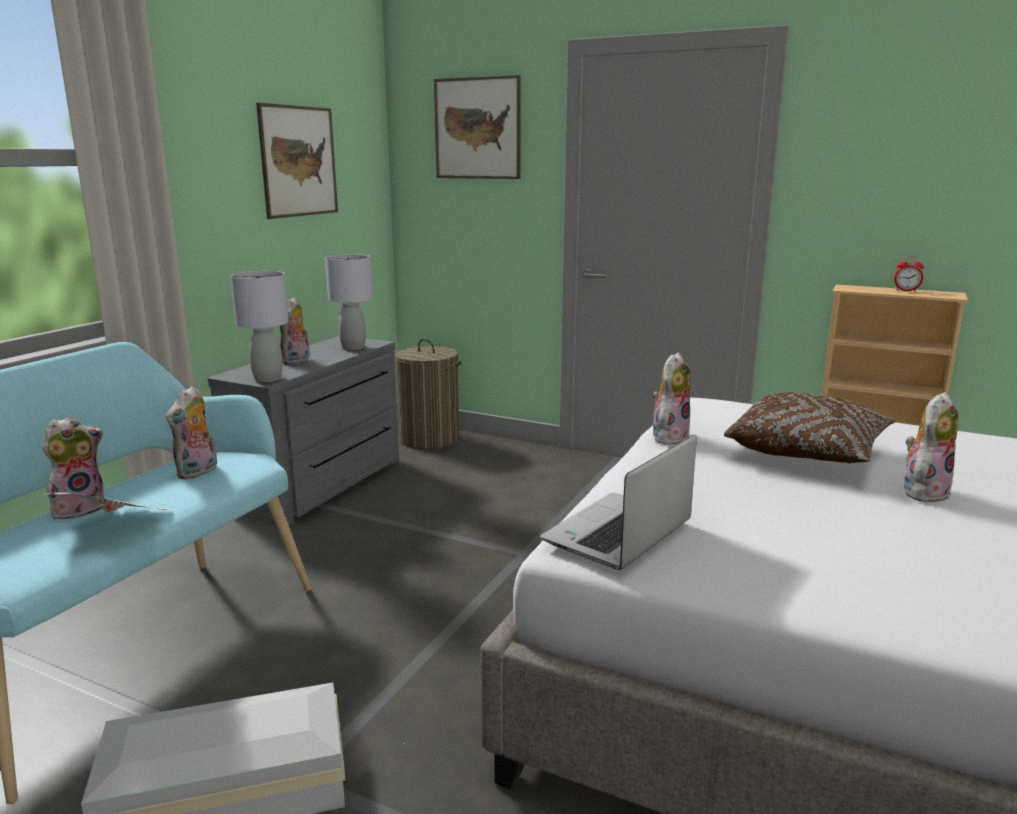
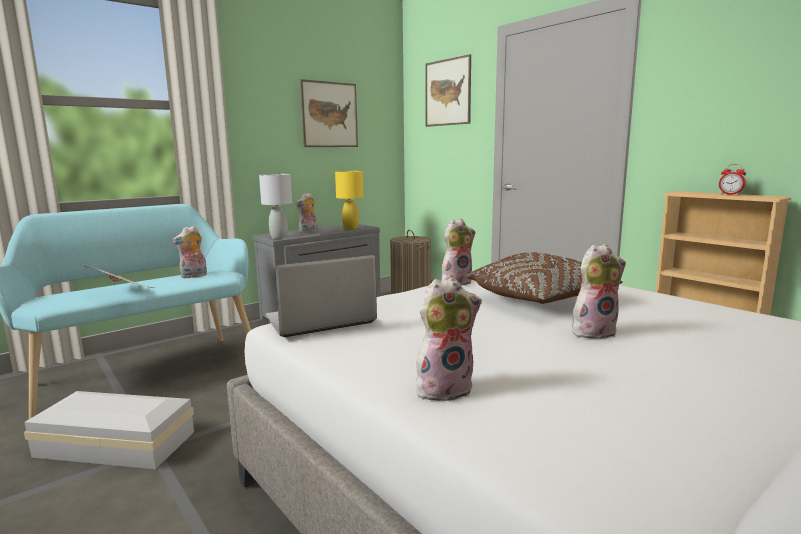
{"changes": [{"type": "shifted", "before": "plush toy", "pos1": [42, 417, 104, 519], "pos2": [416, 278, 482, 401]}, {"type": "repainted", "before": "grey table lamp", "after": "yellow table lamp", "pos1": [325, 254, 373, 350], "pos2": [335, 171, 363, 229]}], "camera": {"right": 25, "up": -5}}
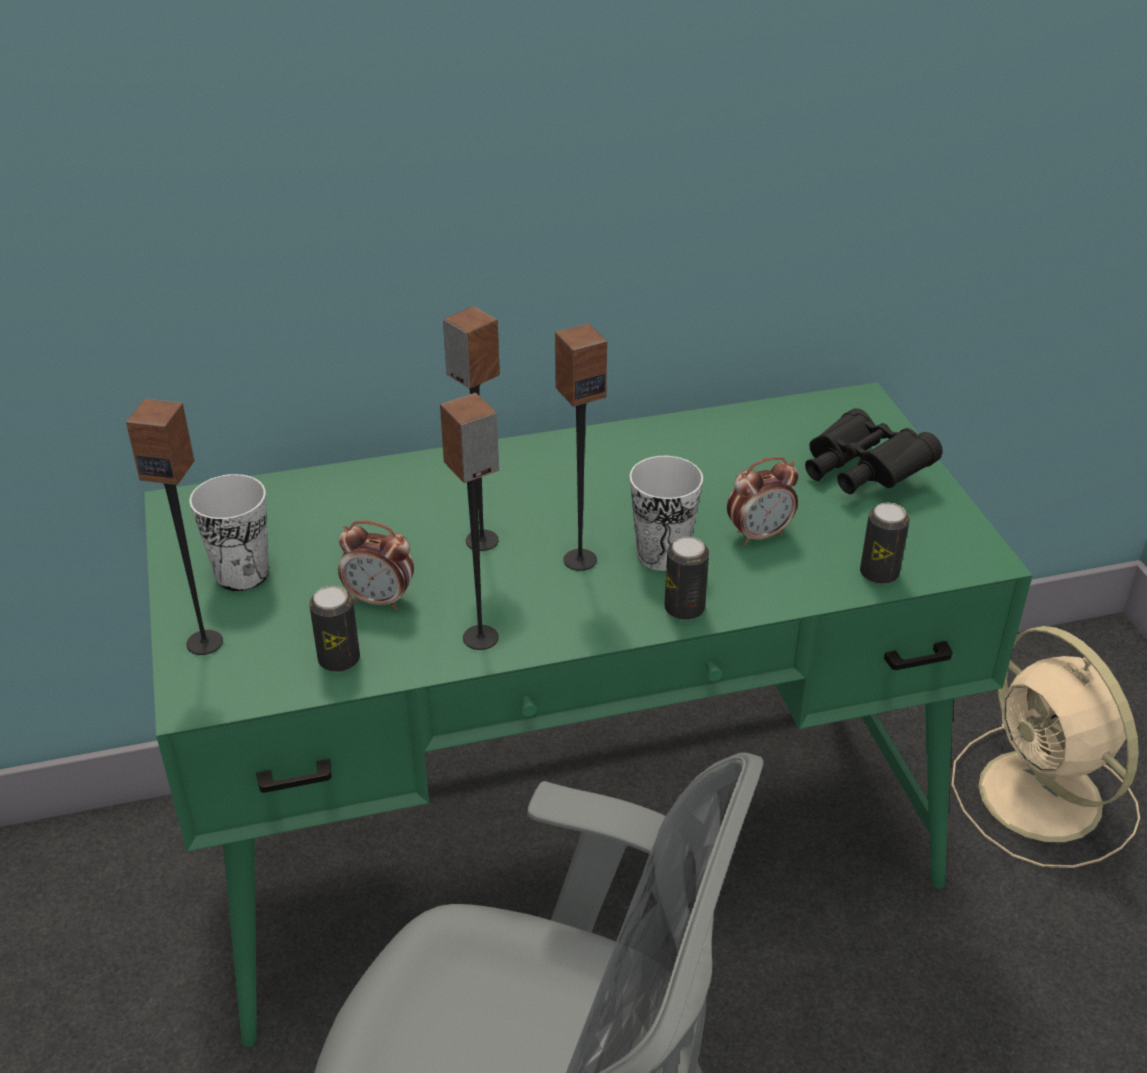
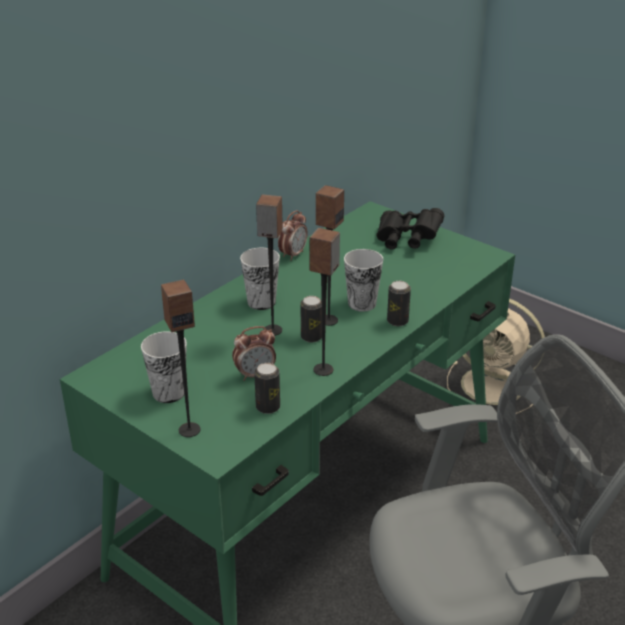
{"changes": [{"type": "shifted", "before": "alarm clock", "pos1": [727, 457, 799, 545], "pos2": [278, 210, 308, 261]}, {"type": "shifted", "before": "can", "pos1": [860, 503, 910, 584], "pos2": [301, 296, 322, 343]}, {"type": "new", "after": "cup", "pos2": [240, 248, 280, 310]}], "camera": {"right": -35, "up": -5}}
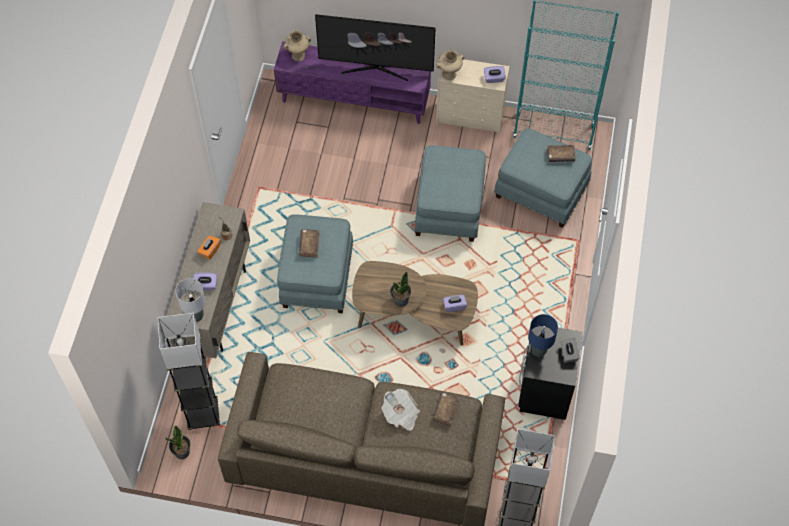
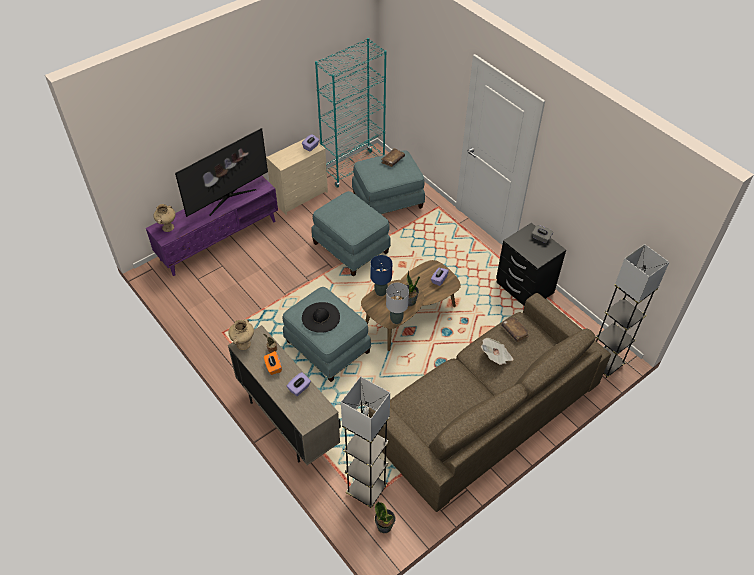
{"changes": [{"type": "shifted", "before": "grey table lamp", "pos1": [175, 278, 206, 322], "pos2": [386, 283, 409, 324]}, {"type": "swapped", "before": "brown book", "after": "black hat", "pos1": [299, 229, 319, 258], "pos2": [302, 302, 340, 333]}, {"type": "shifted", "before": "beige vase", "pos1": [436, 50, 464, 80], "pos2": [229, 319, 254, 350]}, {"type": "shifted", "before": "blue table lamp", "pos1": [528, 314, 558, 357], "pos2": [370, 255, 392, 296]}], "camera": {"right": -50, "up": -10}}
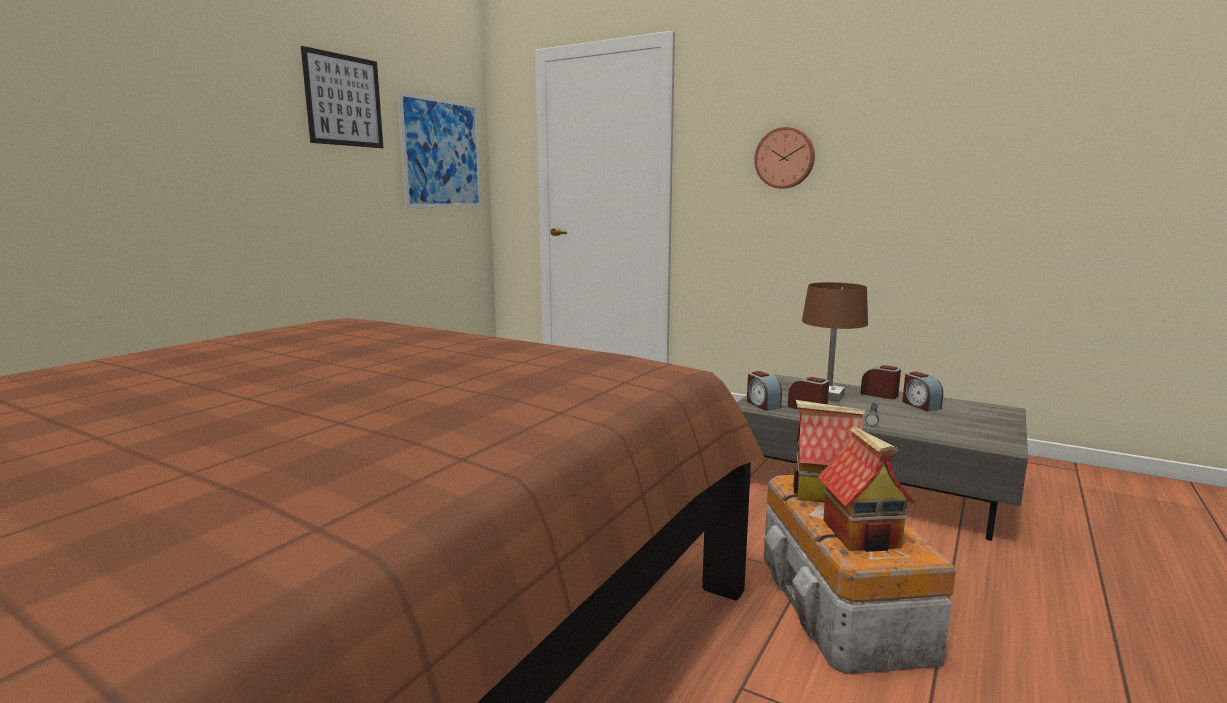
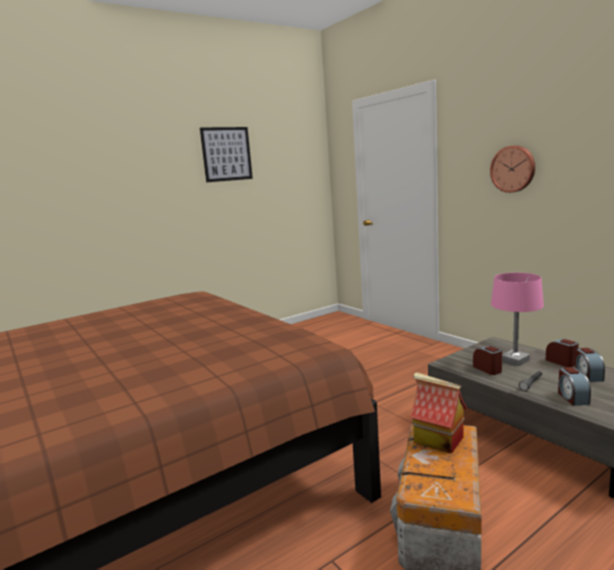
{"changes": [{"type": "gone", "before": "picture", "pos1": [397, 91, 482, 208]}, {"type": "shifted", "before": "alarm clock", "pos1": [747, 371, 782, 411], "pos2": [558, 367, 591, 406]}, {"type": "repainted", "before": "brown table lamp", "after": "pink table lamp", "pos1": [802, 282, 868, 402], "pos2": [491, 273, 544, 366]}, {"type": "gone", "before": "toy house", "pos1": [818, 426, 916, 552]}], "camera": {"right": 25, "up": 0}}
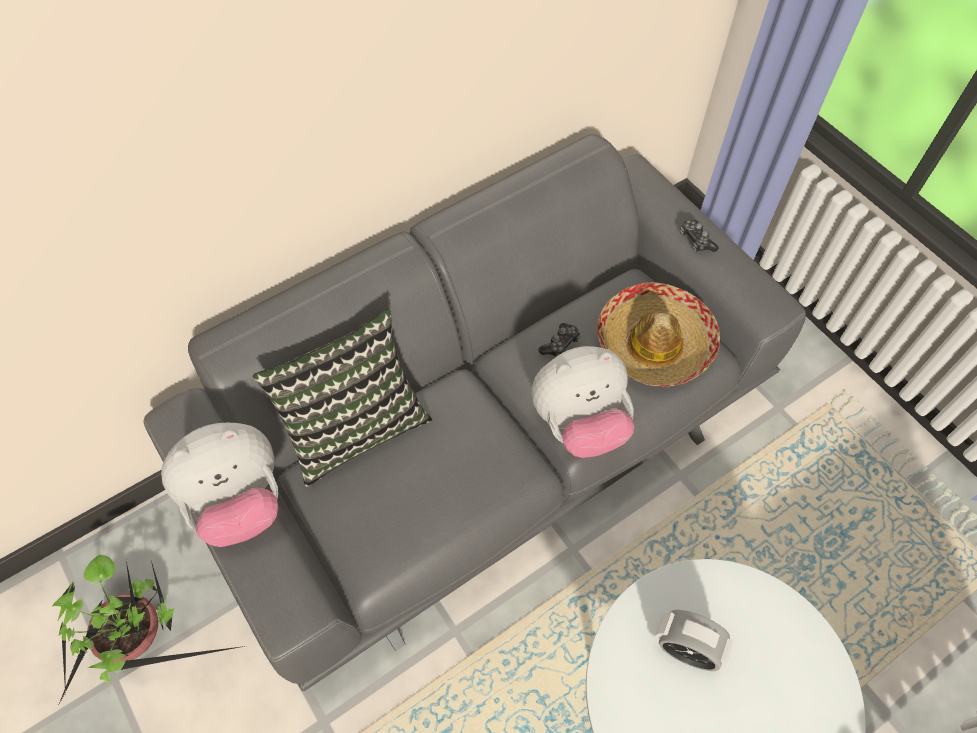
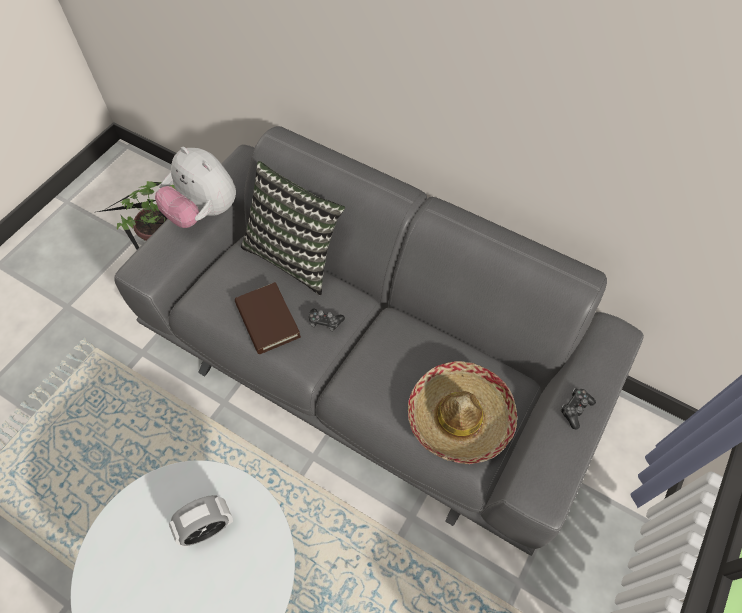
{"changes": [{"type": "gone", "before": "plush toy", "pos1": [532, 346, 634, 458]}, {"type": "shifted", "before": "game controller", "pos1": [538, 323, 581, 356], "pos2": [309, 309, 345, 331]}, {"type": "rotated", "before": "alarm clock", "pos1": [654, 610, 733, 673], "pos2": [169, 495, 233, 547], "turn": -120}, {"type": "new", "after": "brown book", "pos2": [235, 282, 301, 354]}], "camera": {"right": 65, "up": 0}}
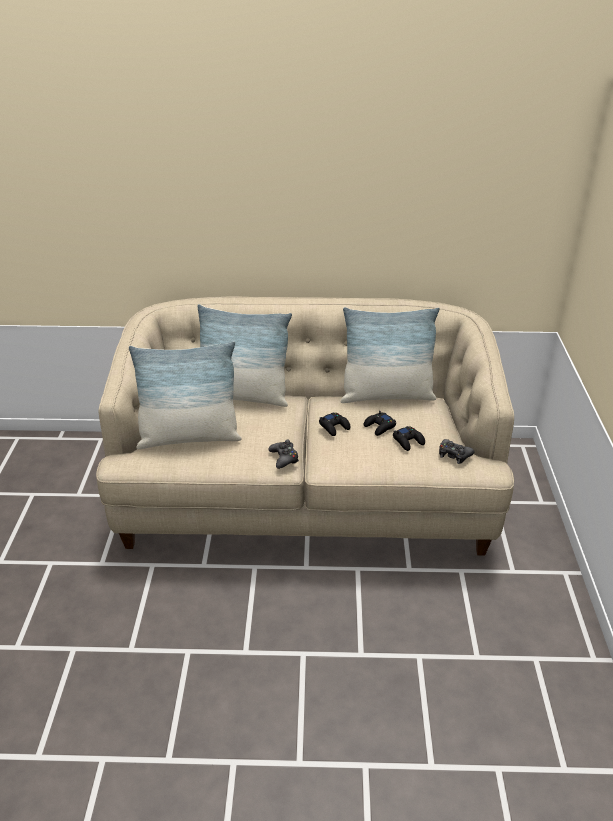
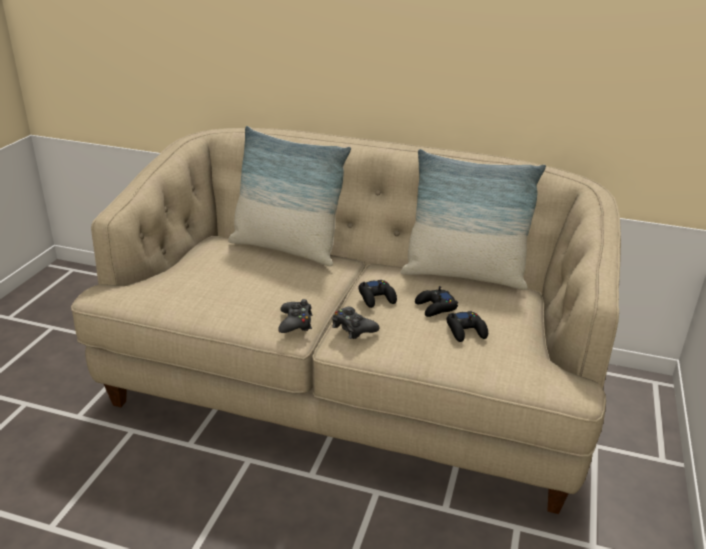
{"changes": [{"type": "gone", "before": "pillow", "pos1": [129, 341, 242, 449]}, {"type": "shifted", "before": "black game controller", "pos1": [439, 439, 474, 464], "pos2": [332, 307, 380, 339]}], "camera": {"right": 15, "up": -5}}
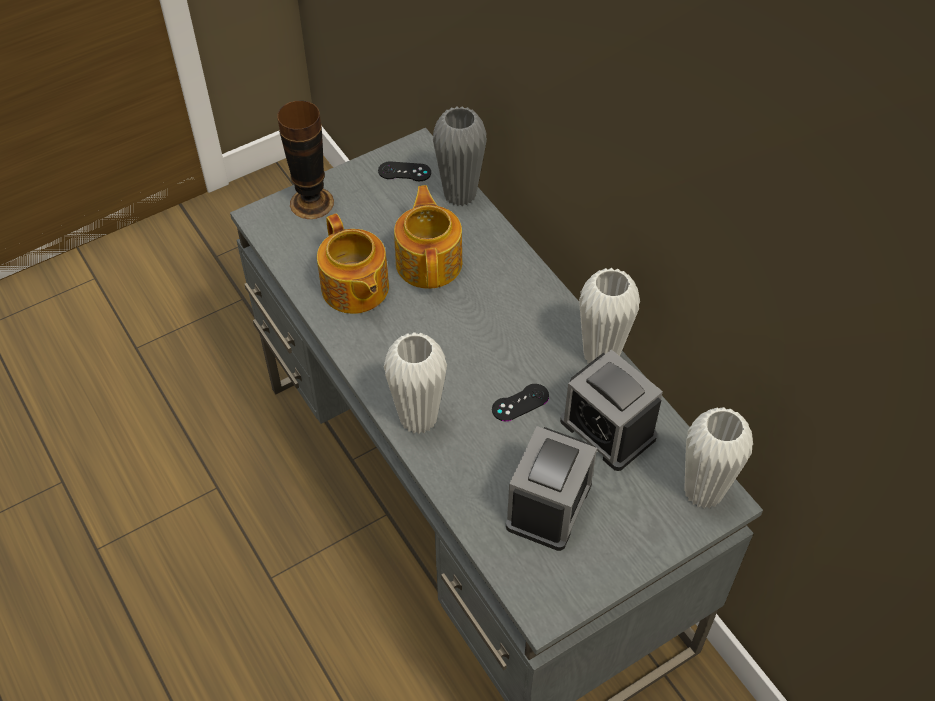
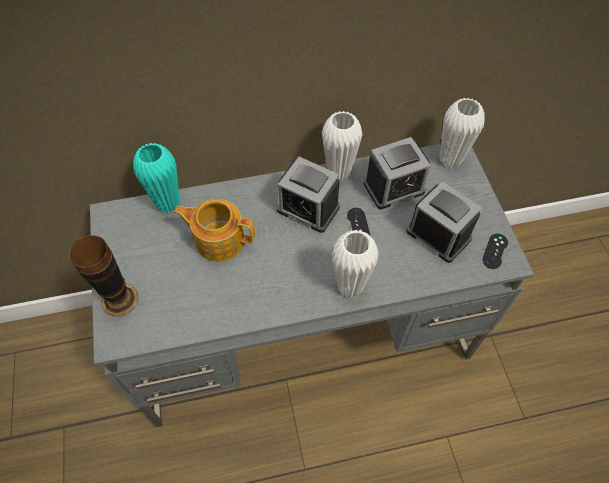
{"changes": [{"type": "gone", "before": "teapot", "pos1": [317, 214, 389, 314]}, {"type": "shifted", "before": "black game controller", "pos1": [378, 161, 431, 181], "pos2": [482, 234, 508, 269]}, {"type": "repainted", "before": "grey vase", "after": "turquoise vase", "pos1": [433, 106, 487, 206], "pos2": [133, 143, 180, 213]}, {"type": "new", "after": "alarm clock", "pos2": [277, 157, 340, 233]}], "camera": {"right": -70, "up": 5}}
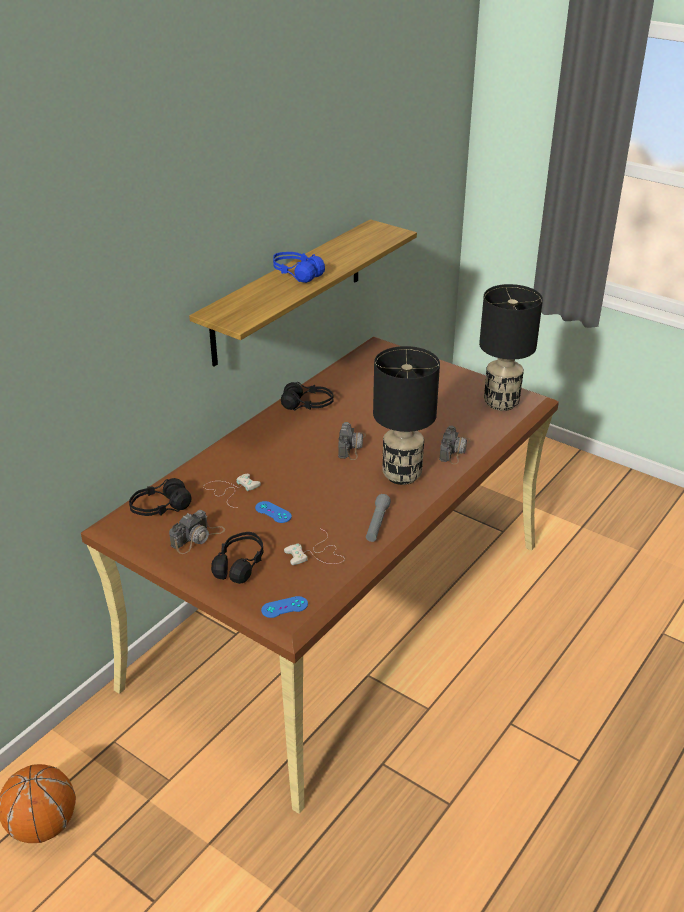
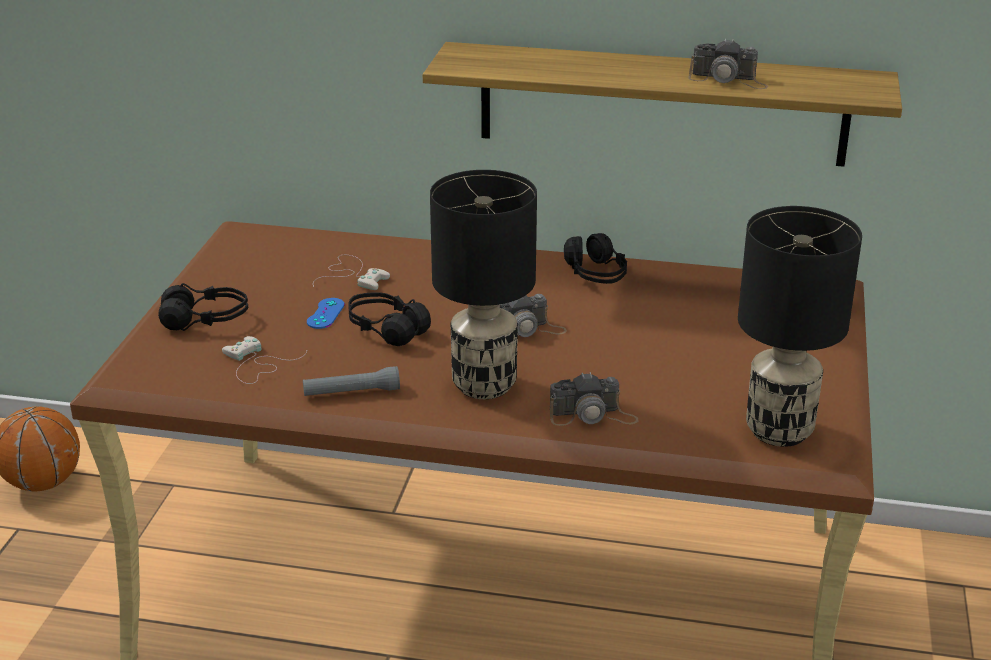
{"changes": [{"type": "shifted", "before": "black headphones", "pos1": [129, 478, 192, 516], "pos2": [348, 292, 431, 346]}, {"type": "shifted", "before": "photo camera", "pos1": [169, 510, 225, 554], "pos2": [688, 38, 768, 89]}, {"type": "gone", "before": "blue game controller", "pos1": [261, 596, 308, 618]}, {"type": "gone", "before": "blue headphones", "pos1": [273, 252, 325, 283]}], "camera": {"right": 65, "up": -5}}
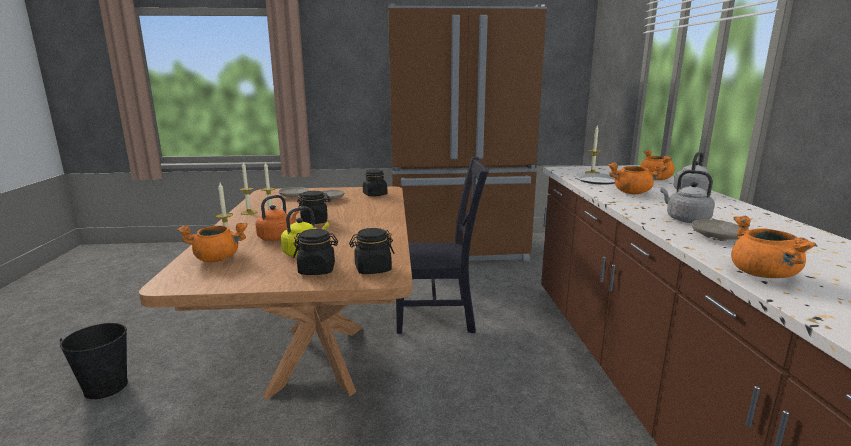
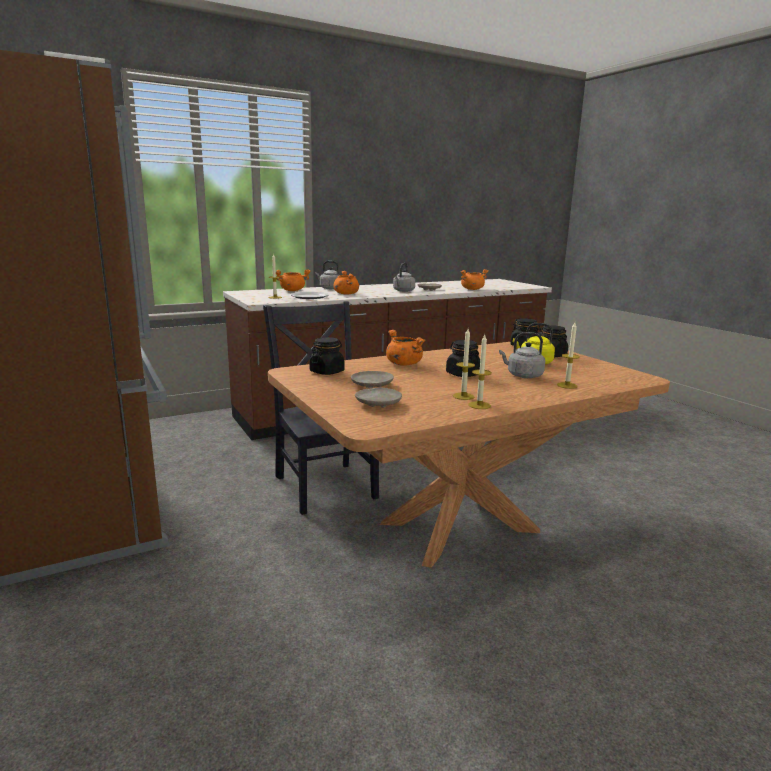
{"changes": [{"type": "gone", "before": "black bucket", "pos1": [60, 323, 128, 399]}, {"type": "shifted", "before": "orange cooking pot", "pos1": [178, 223, 247, 262], "pos2": [386, 330, 426, 366]}, {"type": "repainted", "before": "orange kettle", "after": "grey kettle", "pos1": [255, 195, 299, 241], "pos2": [499, 332, 545, 378]}], "camera": {"right": -115, "up": 0}}
